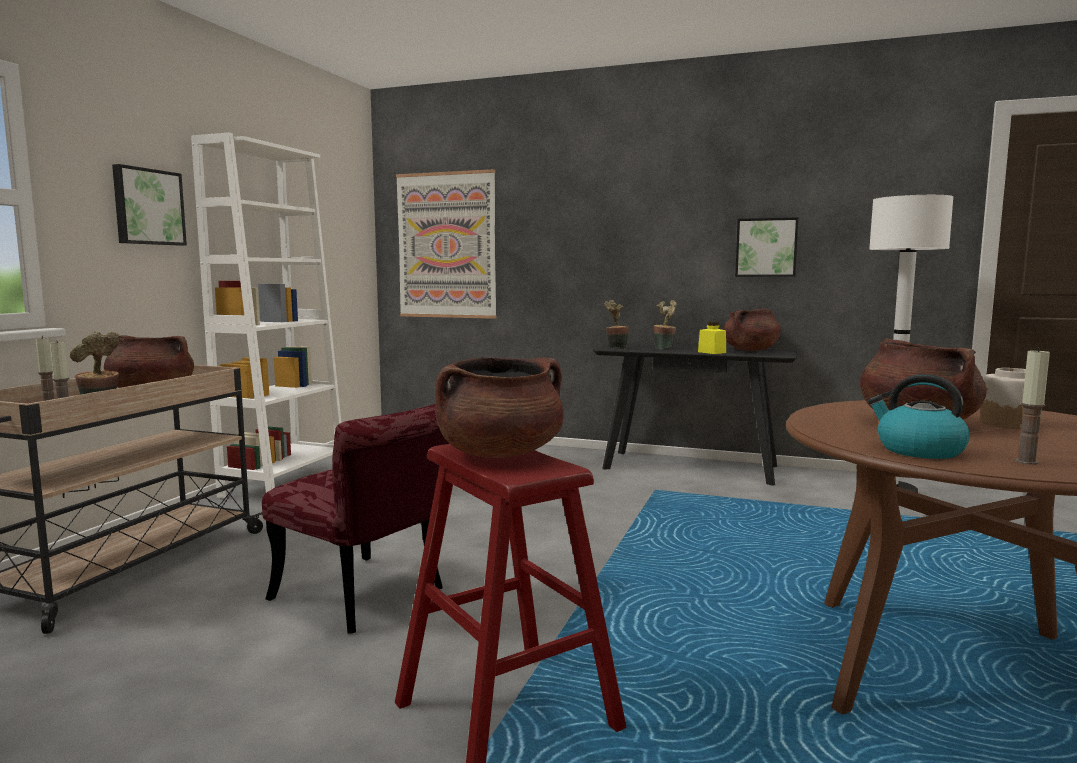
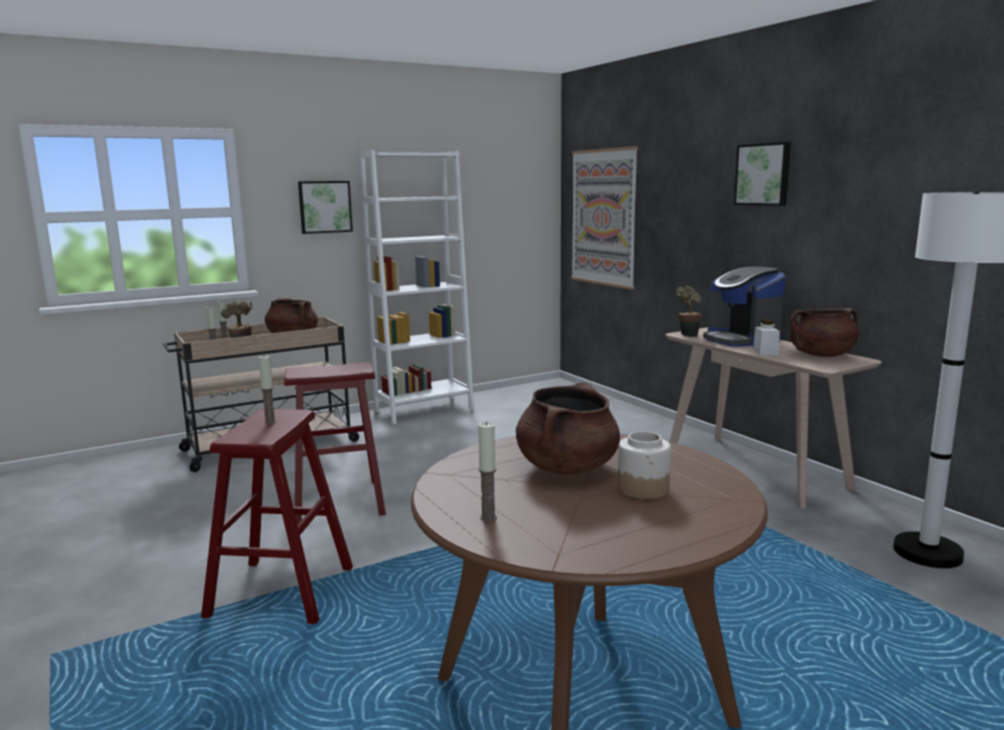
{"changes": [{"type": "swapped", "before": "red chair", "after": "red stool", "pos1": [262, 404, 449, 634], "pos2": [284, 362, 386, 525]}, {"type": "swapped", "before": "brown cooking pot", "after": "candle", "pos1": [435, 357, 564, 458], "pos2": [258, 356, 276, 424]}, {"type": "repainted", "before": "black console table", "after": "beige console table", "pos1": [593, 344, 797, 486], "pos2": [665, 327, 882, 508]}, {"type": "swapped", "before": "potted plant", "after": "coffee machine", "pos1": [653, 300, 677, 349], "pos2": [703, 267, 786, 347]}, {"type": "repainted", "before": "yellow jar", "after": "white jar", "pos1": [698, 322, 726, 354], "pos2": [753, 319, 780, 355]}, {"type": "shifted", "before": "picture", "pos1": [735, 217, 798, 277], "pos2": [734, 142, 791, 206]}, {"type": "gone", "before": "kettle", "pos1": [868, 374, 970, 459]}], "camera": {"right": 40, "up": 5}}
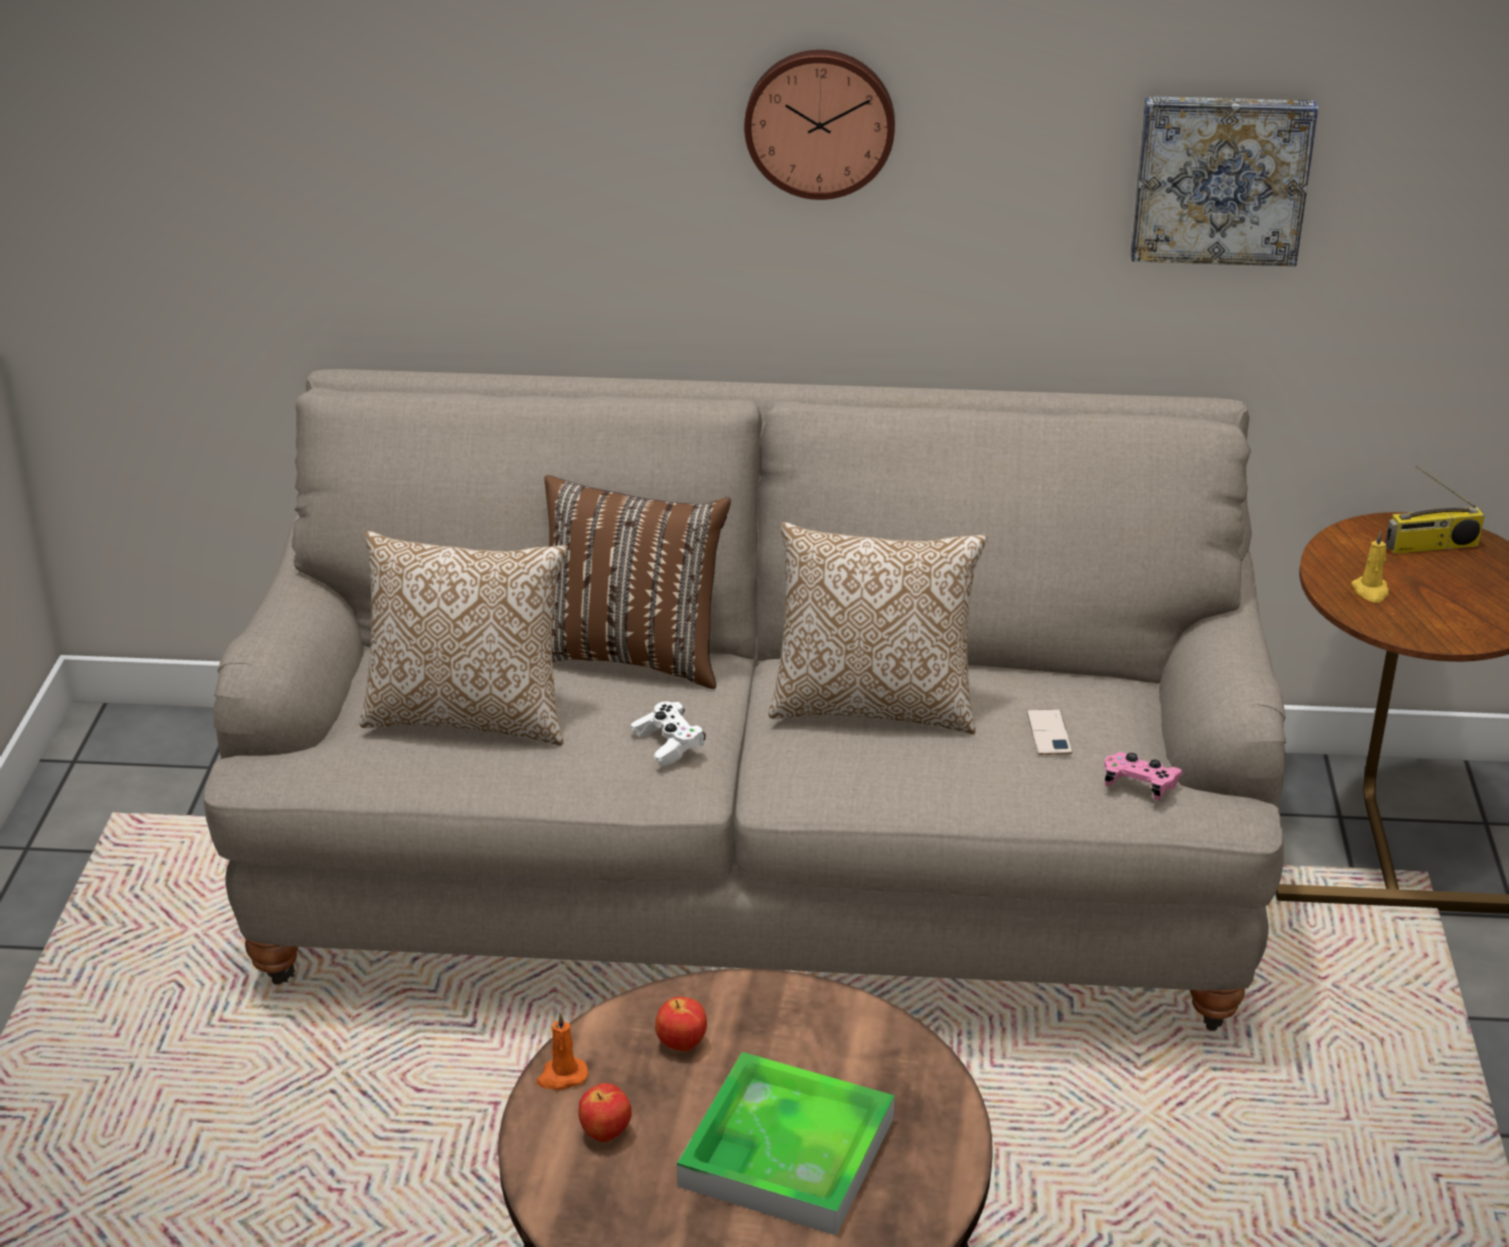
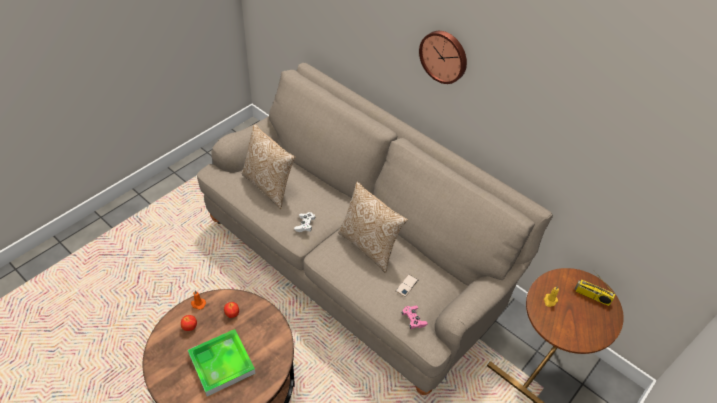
{"changes": [{"type": "gone", "before": "brown pillow", "pos1": [544, 475, 731, 689]}, {"type": "gone", "before": "picture", "pos1": [1130, 96, 1318, 266]}], "camera": {"right": 35, "up": 15}}
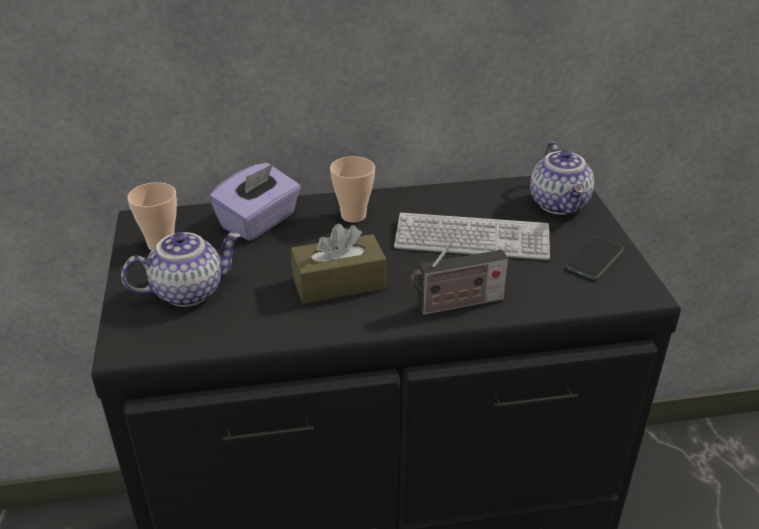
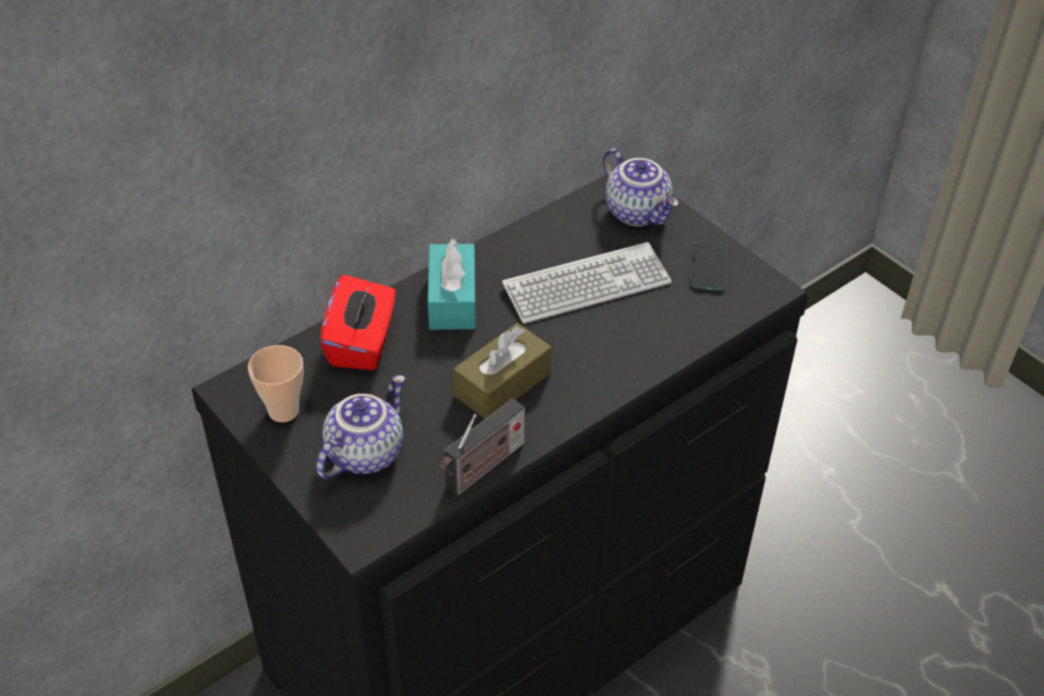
{"changes": [{"type": "repainted", "before": "purple tissue box", "after": "red tissue box", "pos1": [209, 163, 301, 241], "pos2": [320, 275, 396, 370]}, {"type": "swapped", "before": "cup", "after": "turquoise tissue box", "pos1": [330, 156, 375, 223], "pos2": [428, 238, 476, 330]}, {"type": "shifted", "before": "radio", "pos1": [411, 238, 509, 315], "pos2": [440, 399, 525, 496]}], "camera": {"right": -30, "up": 10}}
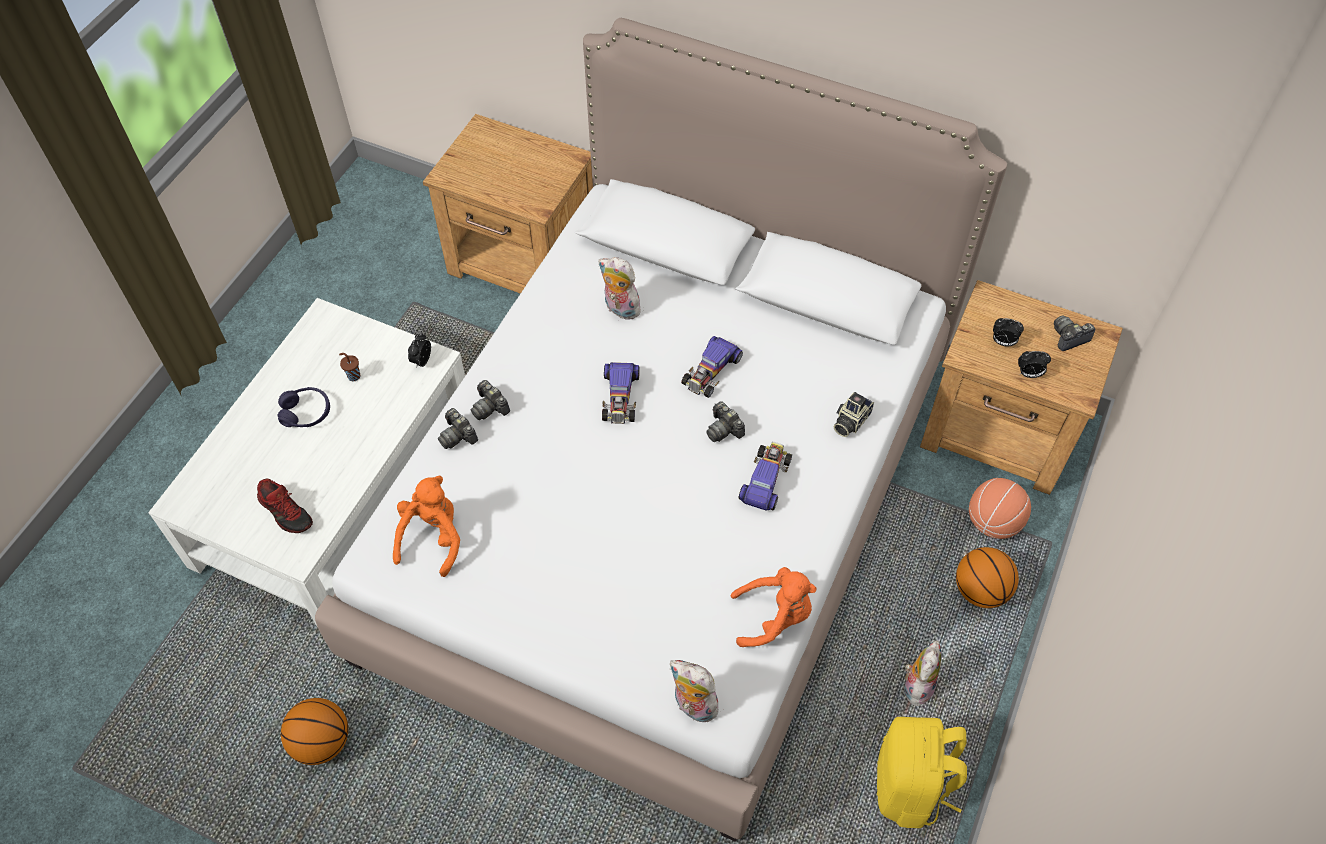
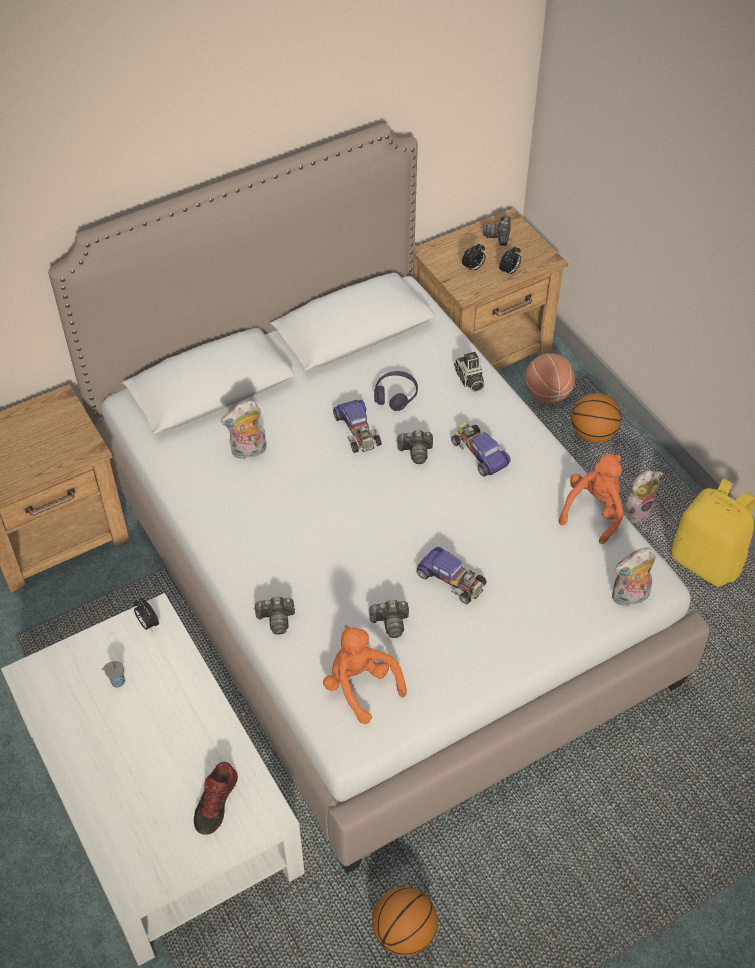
{"changes": [{"type": "rotated", "before": "shoe", "pos1": [257, 478, 313, 533], "pos2": [194, 762, 238, 835], "turn": 120}, {"type": "shifted", "before": "purple headphones", "pos1": [278, 387, 330, 427], "pos2": [374, 371, 418, 411]}, {"type": "repainted", "before": "brown cup", "after": "grey cup", "pos1": [339, 353, 360, 382], "pos2": [102, 661, 125, 688]}, {"type": "shifted", "before": "photo camera", "pos1": [471, 380, 510, 420], "pos2": [368, 600, 409, 638]}, {"type": "shifted", "before": "toy car", "pos1": [602, 362, 640, 424], "pos2": [417, 547, 487, 604]}, {"type": "rotated", "before": "plush toy", "pos1": [904, 640, 941, 708], "pos2": [623, 470, 663, 523], "turn": 90}], "camera": {"right": -55, "up": -5}}
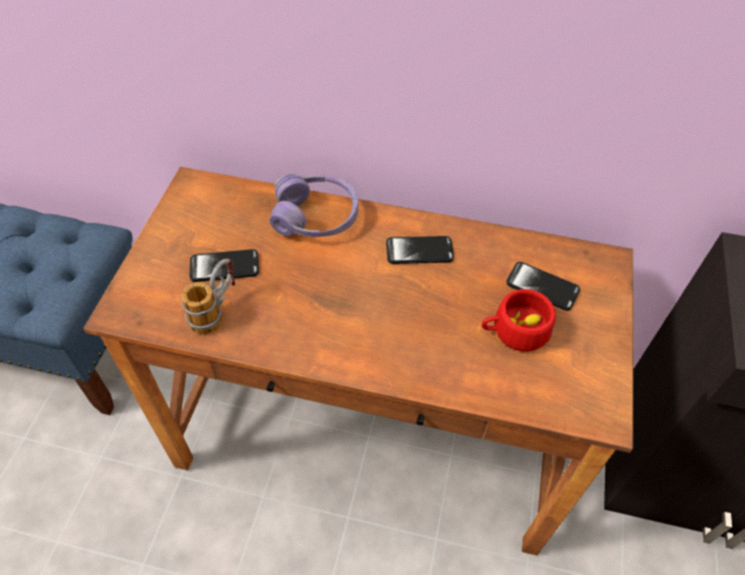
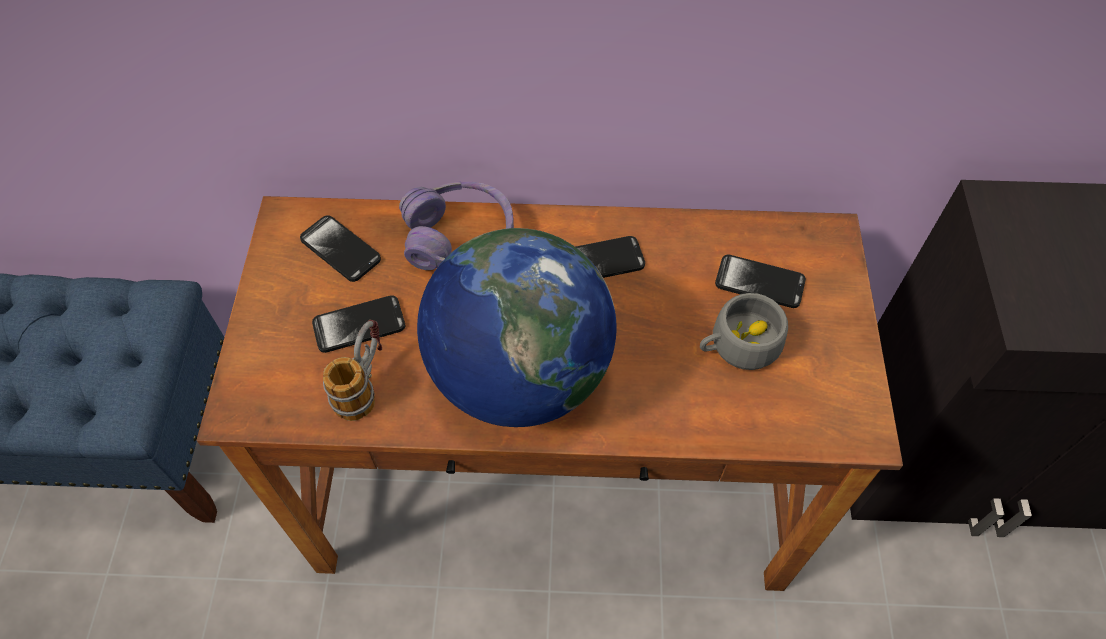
{"changes": [{"type": "repainted", "before": "red cup", "after": "grey cup", "pos1": [482, 289, 556, 352], "pos2": [700, 293, 788, 370]}, {"type": "new", "after": "phone", "pos2": [300, 215, 381, 282]}, {"type": "new", "after": "globe", "pos2": [417, 228, 616, 427]}], "camera": {"right": -10, "up": 5}}
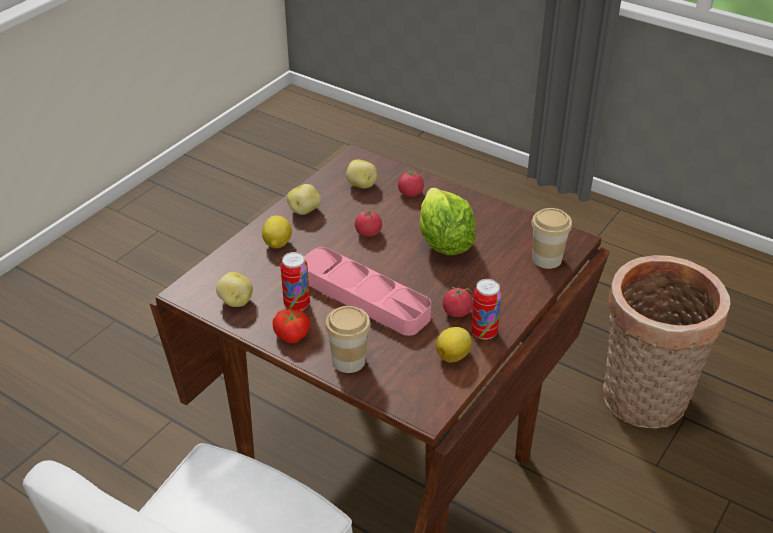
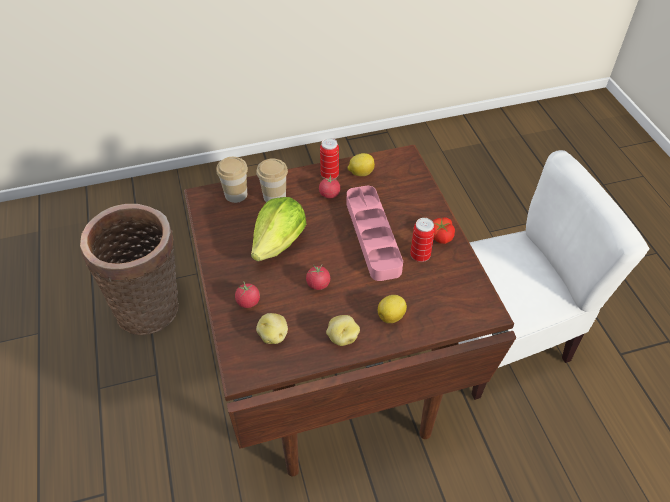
{"changes": [{"type": "gone", "before": "potato", "pos1": [216, 272, 253, 307]}, {"type": "shifted", "before": "cup", "pos1": [325, 306, 371, 373], "pos2": [256, 158, 288, 202]}], "camera": {"right": -140, "up": 10}}
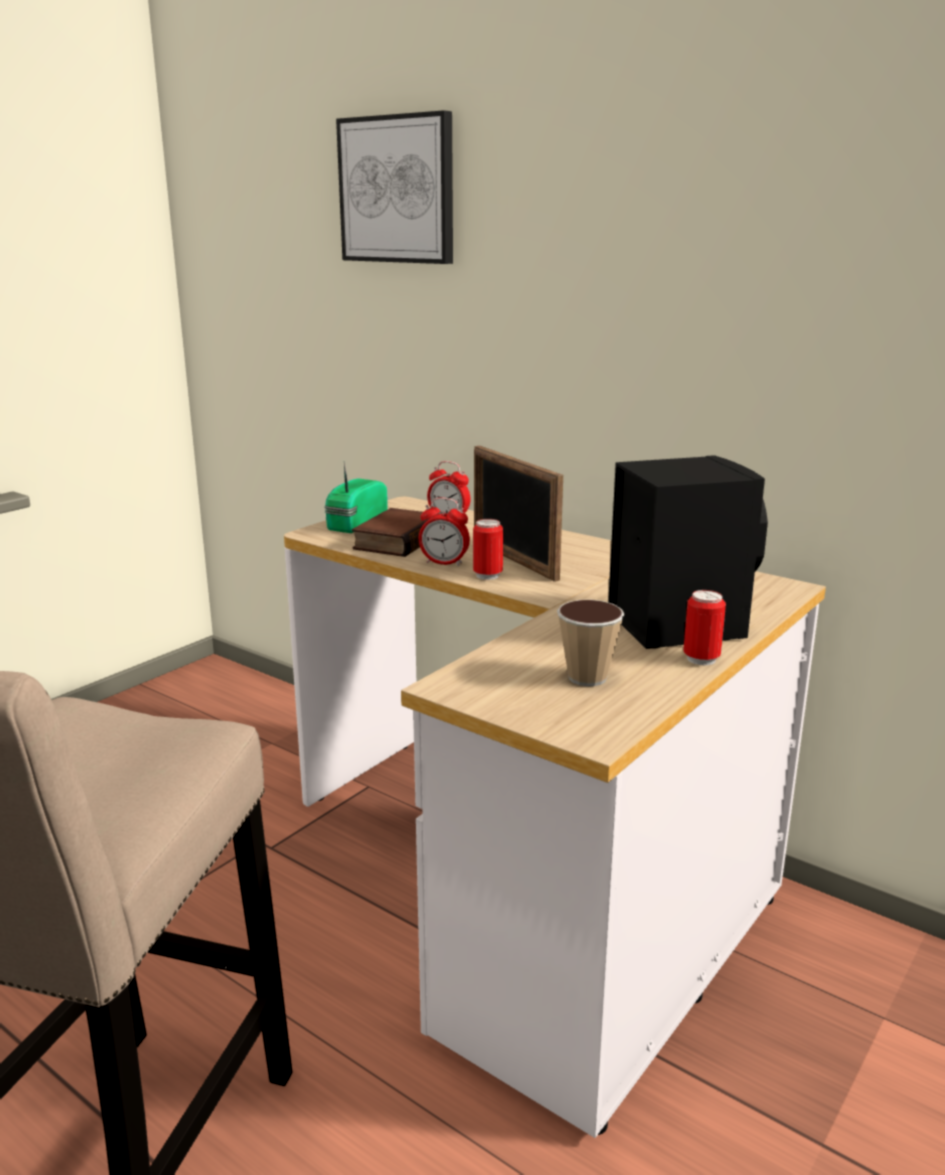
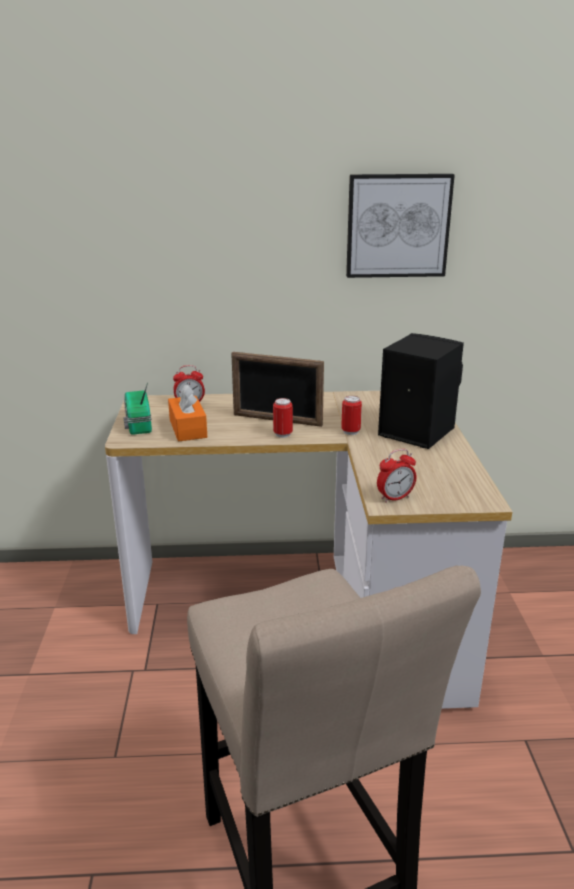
{"changes": [{"type": "shifted", "before": "picture", "pos1": [336, 110, 453, 264], "pos2": [346, 174, 455, 278]}, {"type": "swapped", "before": "book", "after": "orange tissue box", "pos1": [352, 508, 437, 557], "pos2": [168, 385, 207, 442]}, {"type": "shifted", "before": "alarm clock", "pos1": [419, 498, 470, 566], "pos2": [377, 449, 416, 503]}, {"type": "gone", "before": "cup", "pos1": [557, 600, 625, 686]}, {"type": "shifted", "before": "can", "pos1": [683, 590, 726, 665], "pos2": [341, 396, 362, 435]}], "camera": {"right": -40, "up": 5}}
